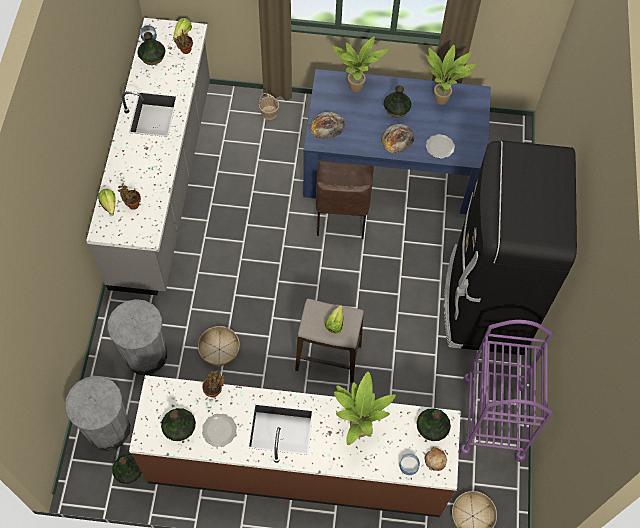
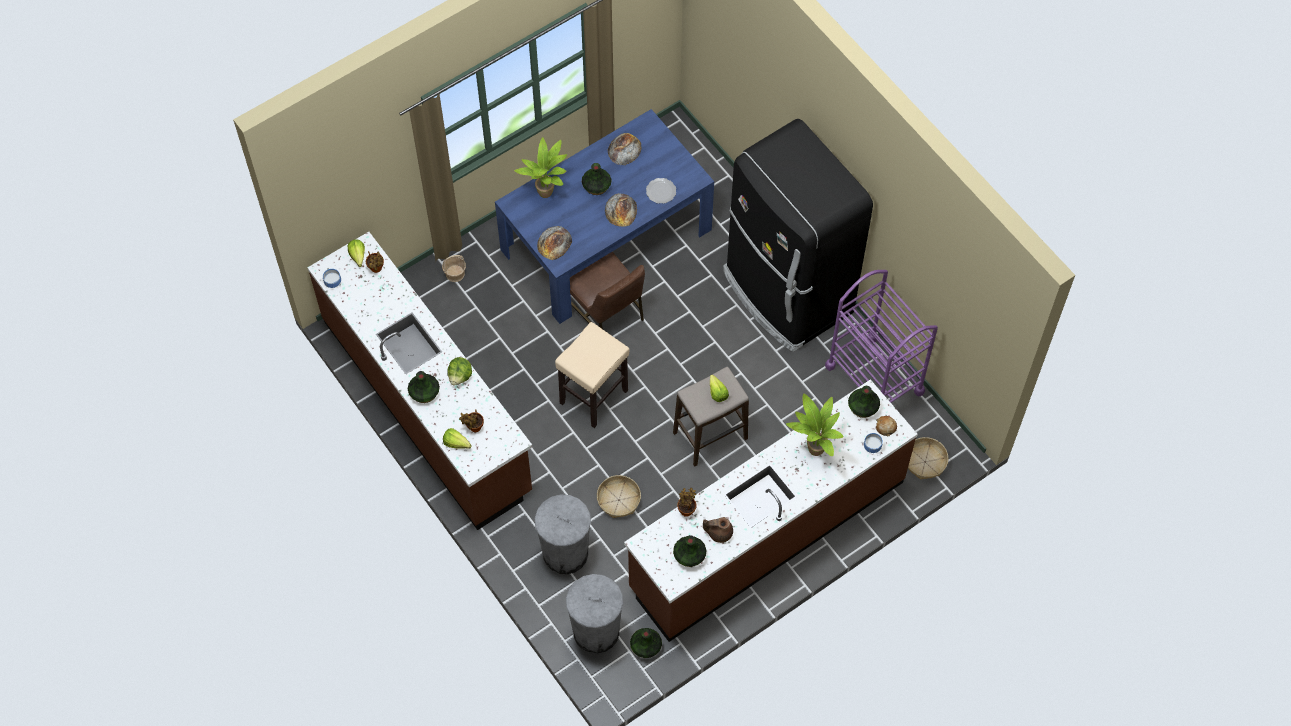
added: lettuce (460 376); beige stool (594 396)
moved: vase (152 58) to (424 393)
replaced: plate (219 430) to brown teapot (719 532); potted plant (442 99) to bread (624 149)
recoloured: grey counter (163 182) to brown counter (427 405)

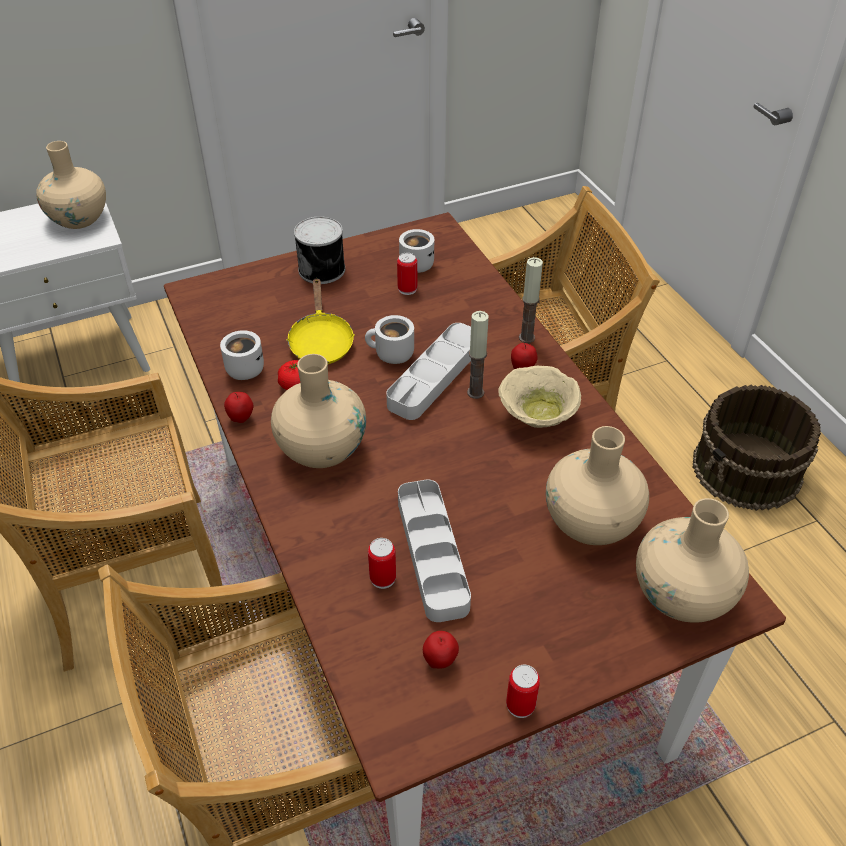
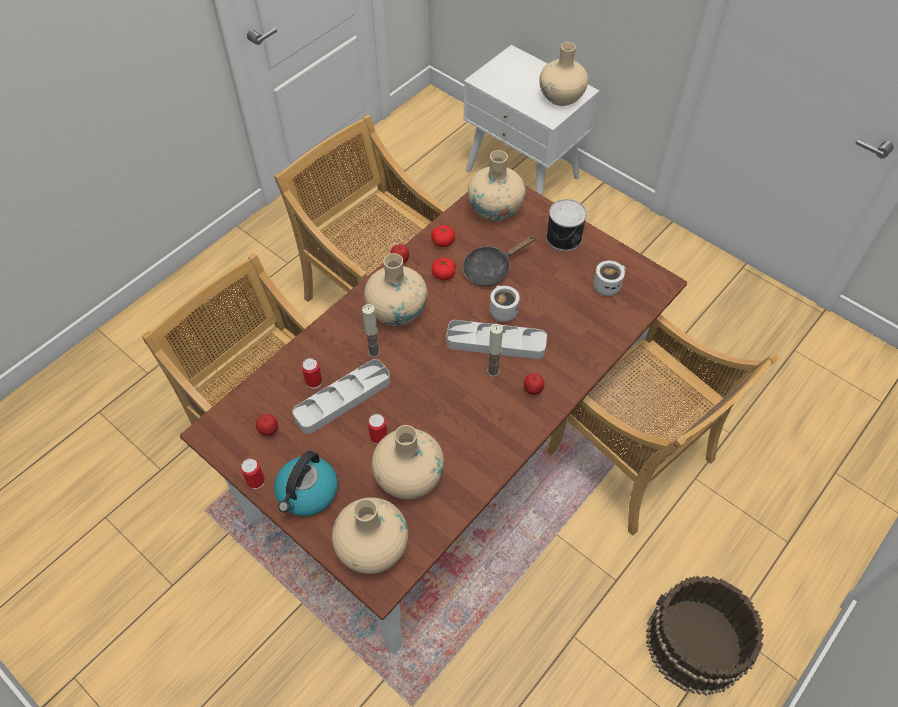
removed: beige bowl (536 415)
added: kettle (307 493); beige vase (495 209)
moved: can (407 289) to (378 437); candle (526 337) to (374 352)
replaced: white mug (242 368) to tomato (443 241)
recoloured: yellow frying pan (321 342) to black frying pan (490 269)

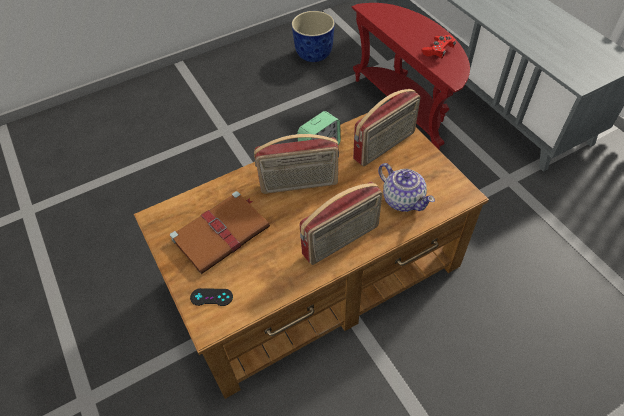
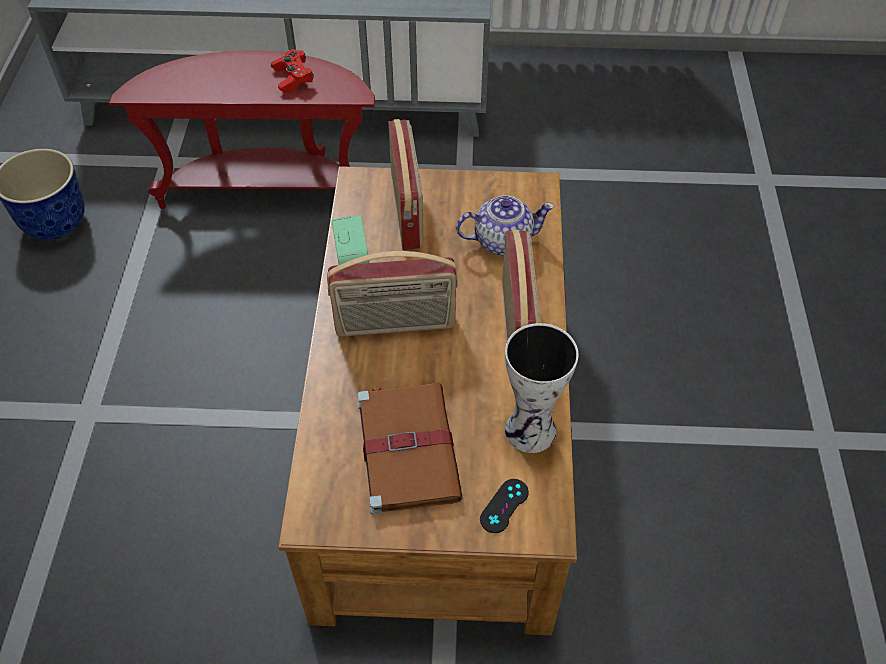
added: vase (533 431)
turned: radio (299 185) = (395 325) 60 degrees clockwise

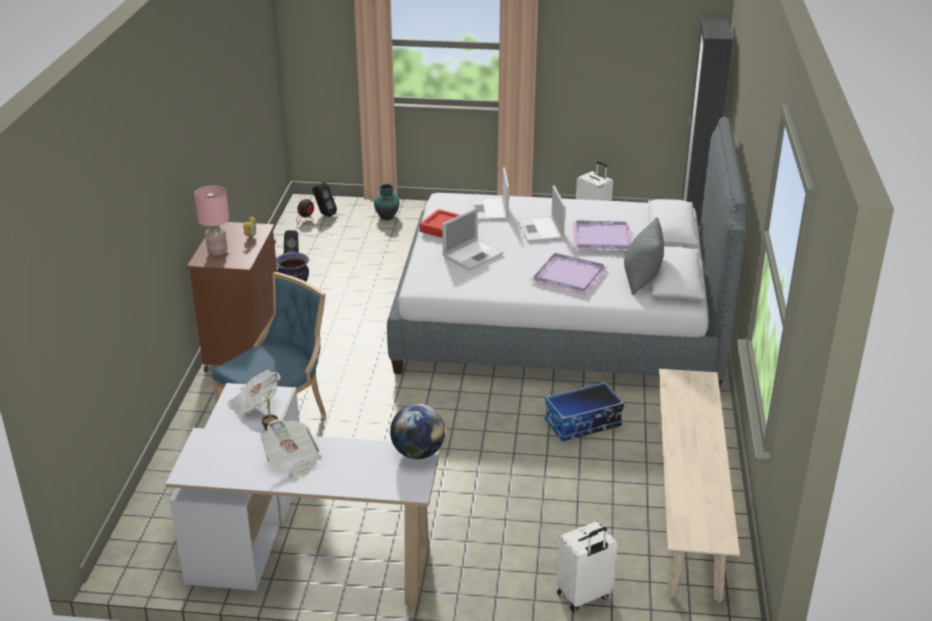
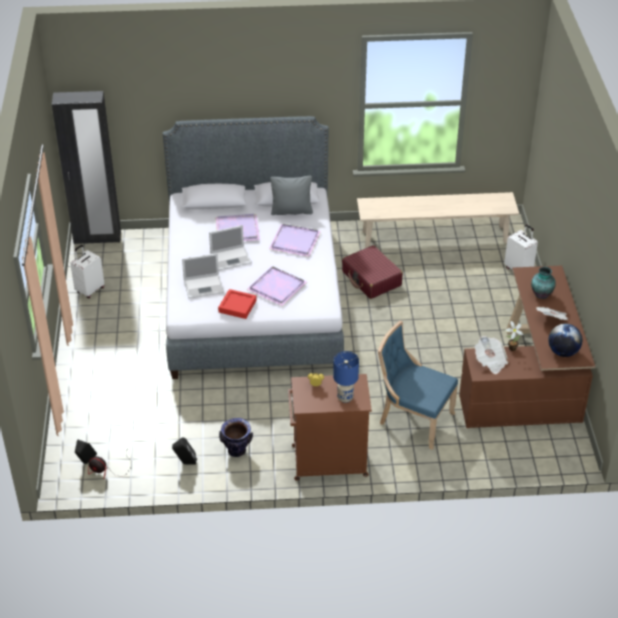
moved: vase (387 217) to (541 294); globe (418 453) to (563 352)
replaced: laptop (473 255) to purple tray (275 287); storage box (582 424) to red suitcase (371 279)
recoloured: white desk (297 545) to brown desk (528 383); pink table lamp (218 252) to blue table lamp (345 397)

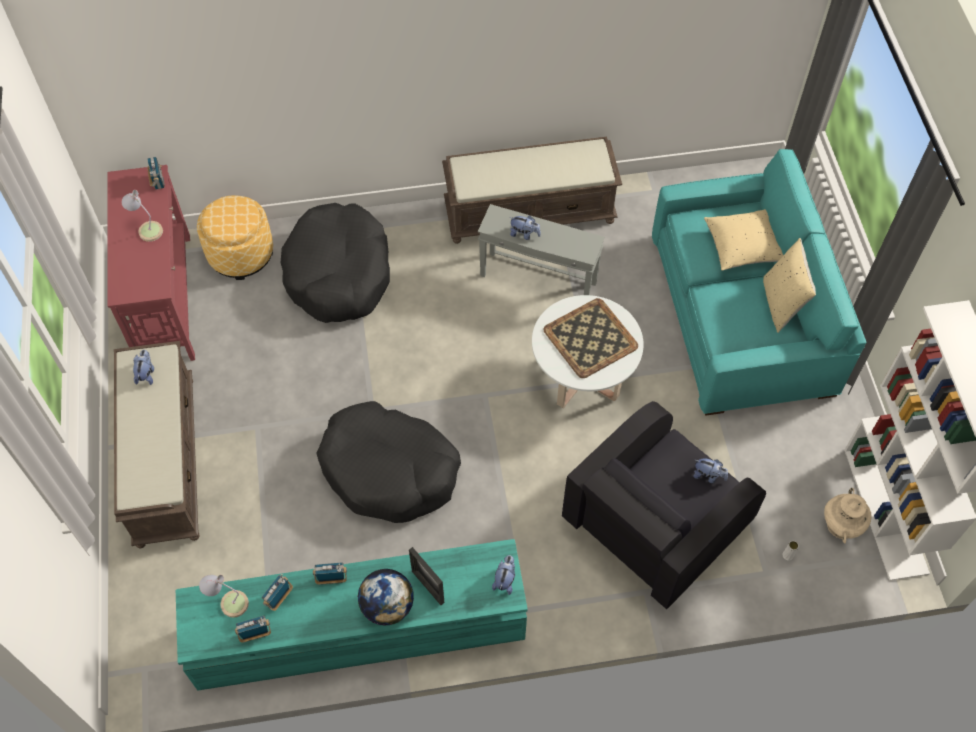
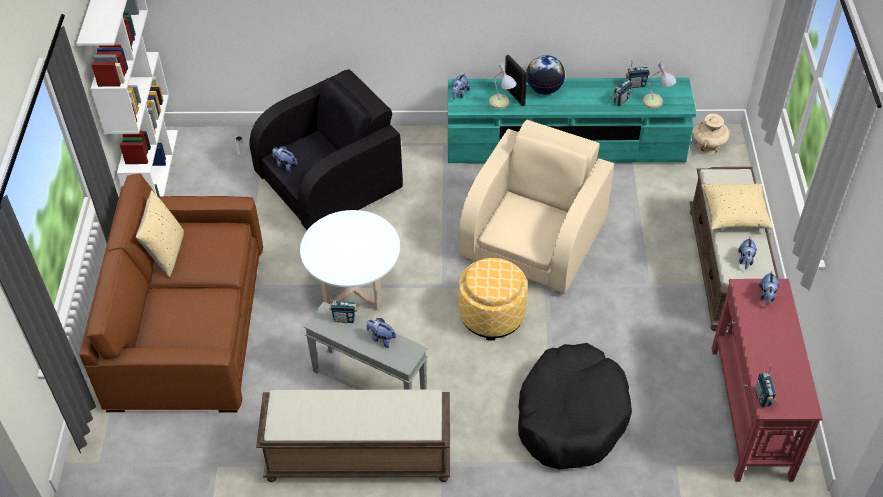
removed: tray (589 338)
added: plush toy (766 296)
moved: table lamp (146 229) to (502 104); ottoman (240 253) to (492 315); radio (332 579) to (344 319); beige pillow (742 247) to (734 215); beige vase (841 525) to (708 146)
replaced: black dog bed (389 470) to beige armchair (534 239)
recoloured: turquoise sofa (743 314) to brown sofa (186 324)

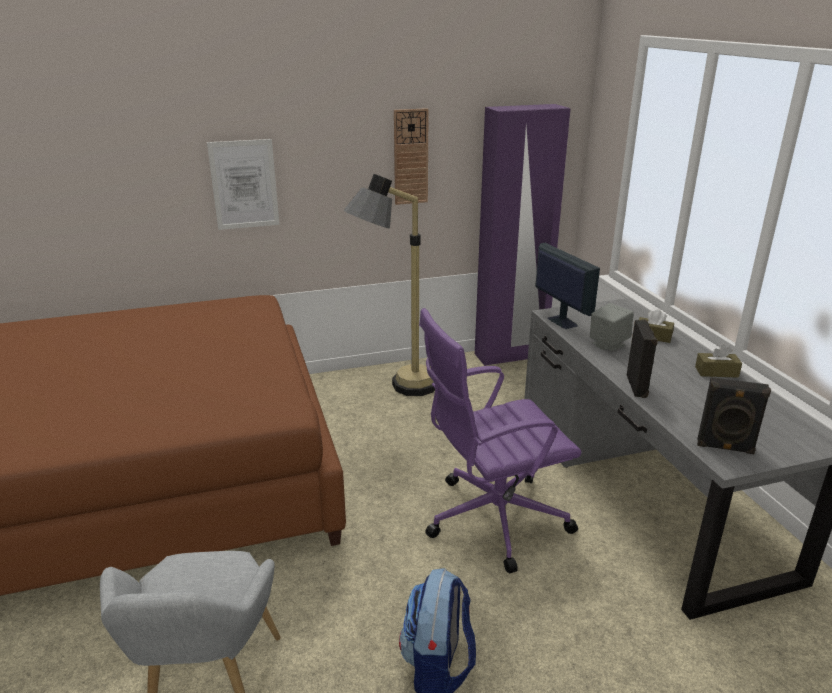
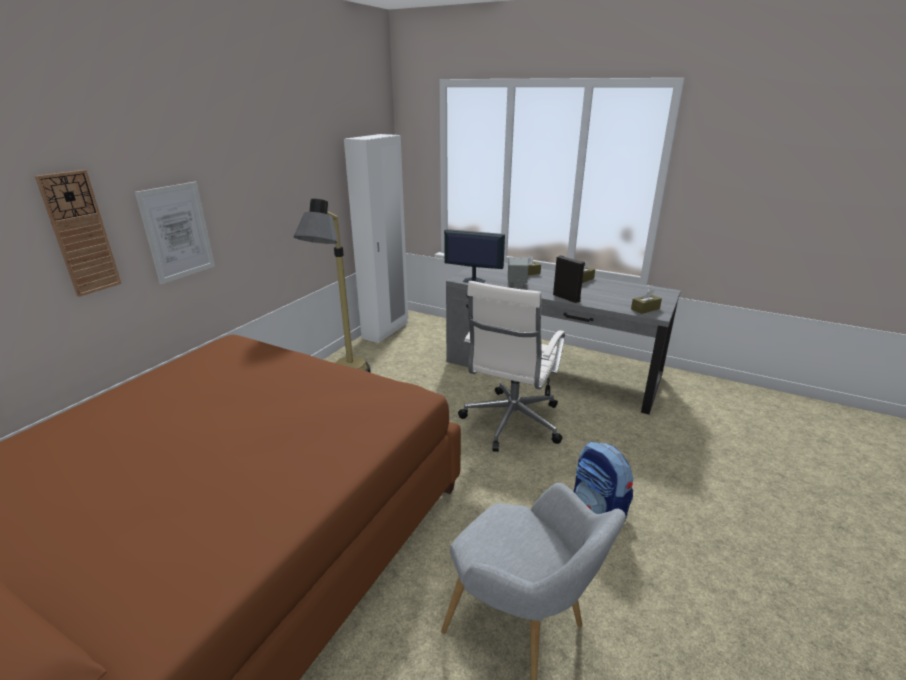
moved: wall clock (410 157) to (80 234)
replaced: black speaker (725 447) to brown tissue box (645 309)
recoloured: purple office chair (492 519) to white office chair (511 423); purple wardrobe (510 355) to white wardrobe (386 331)

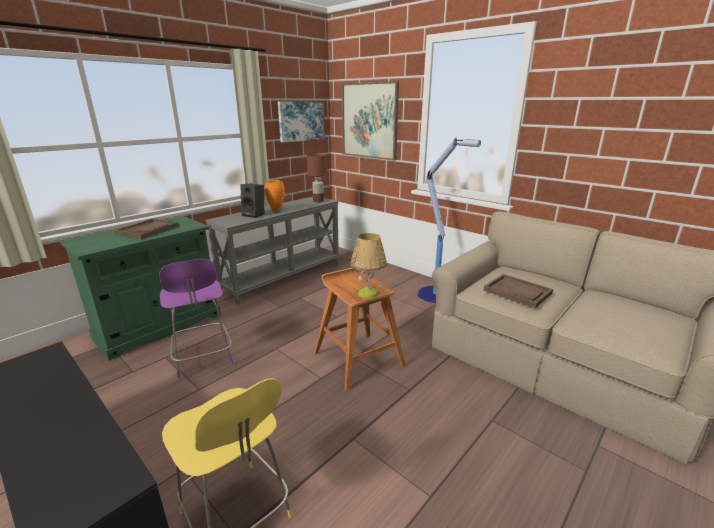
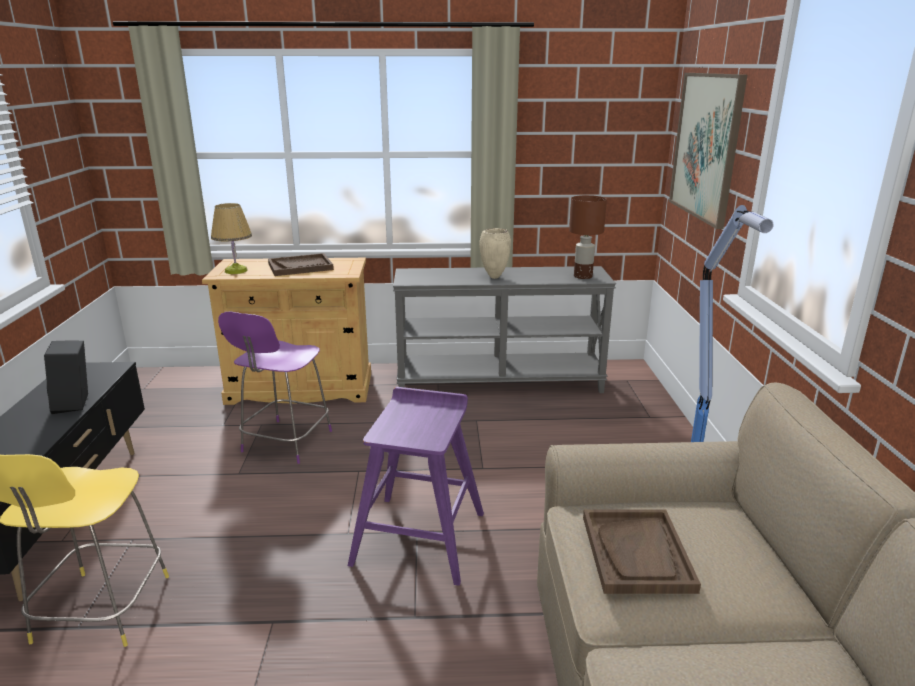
removed: picture (301 121)
moved: black speaker (255 215) to (75 404); table lamp (368 293) to (236 271)
recoloured: green cabinet (159 326) to beige cabinet (300 388); orange vase (276 211) to beige vase (493 277); brown stool (358 359) to purple stool (420 537)

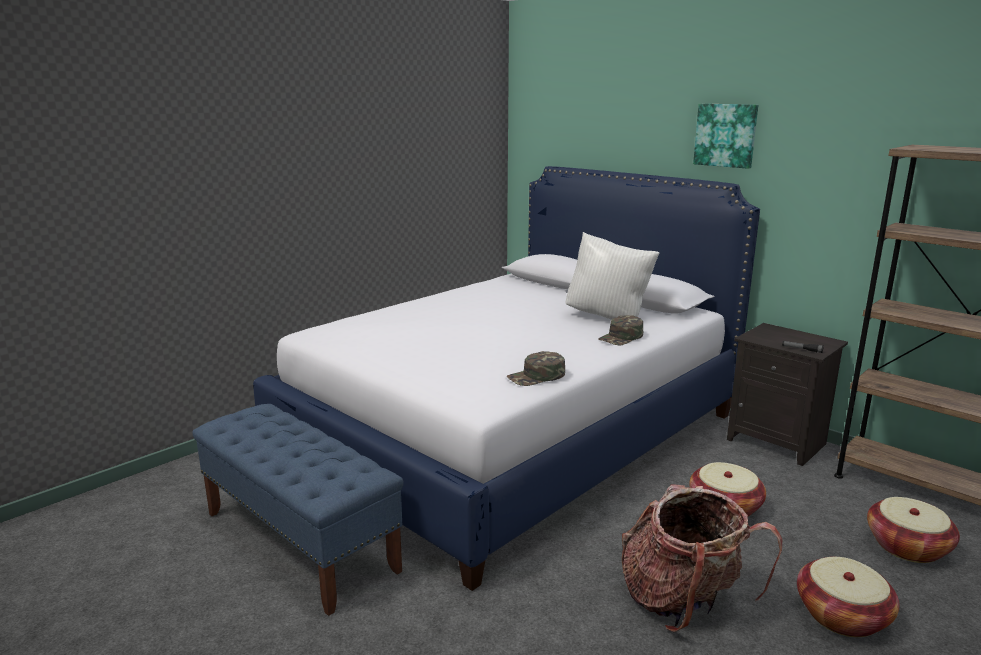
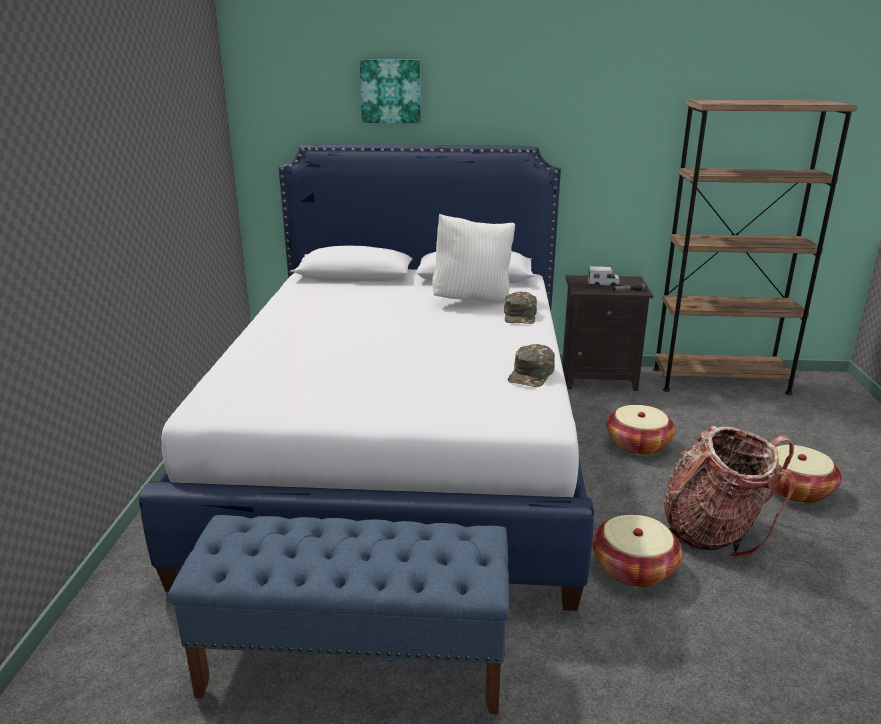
added: toy truck (603 284)
moved: picture (726 135) to (391 91); basket (907 547) to (634 568)

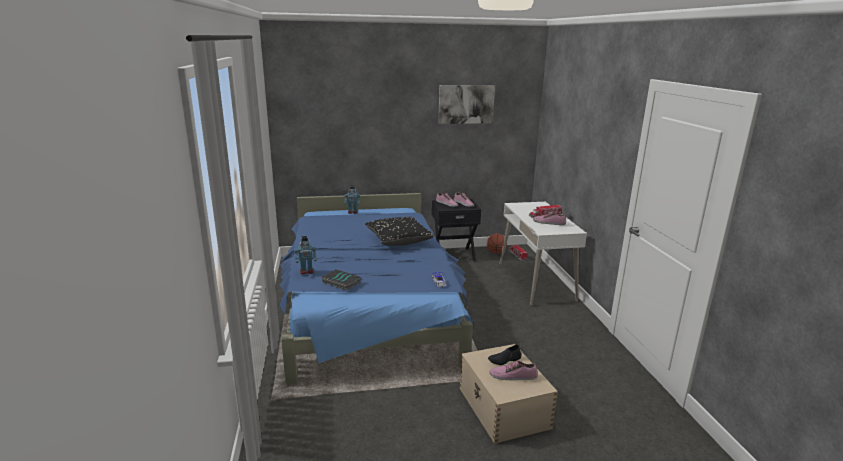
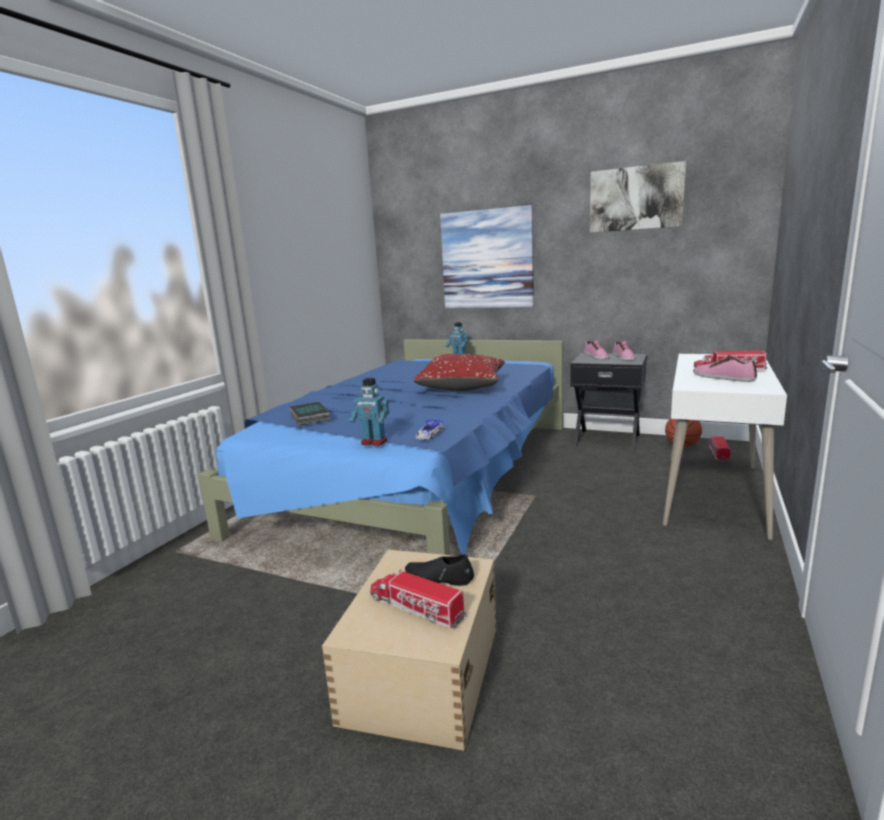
added: picture (487 259)
moved: toy robot (306 271) to (373 442)
replaced: shoe (513 376) to toy truck (416 608)
recoloured: black pillow (398 240) to red pillow (462 387)

